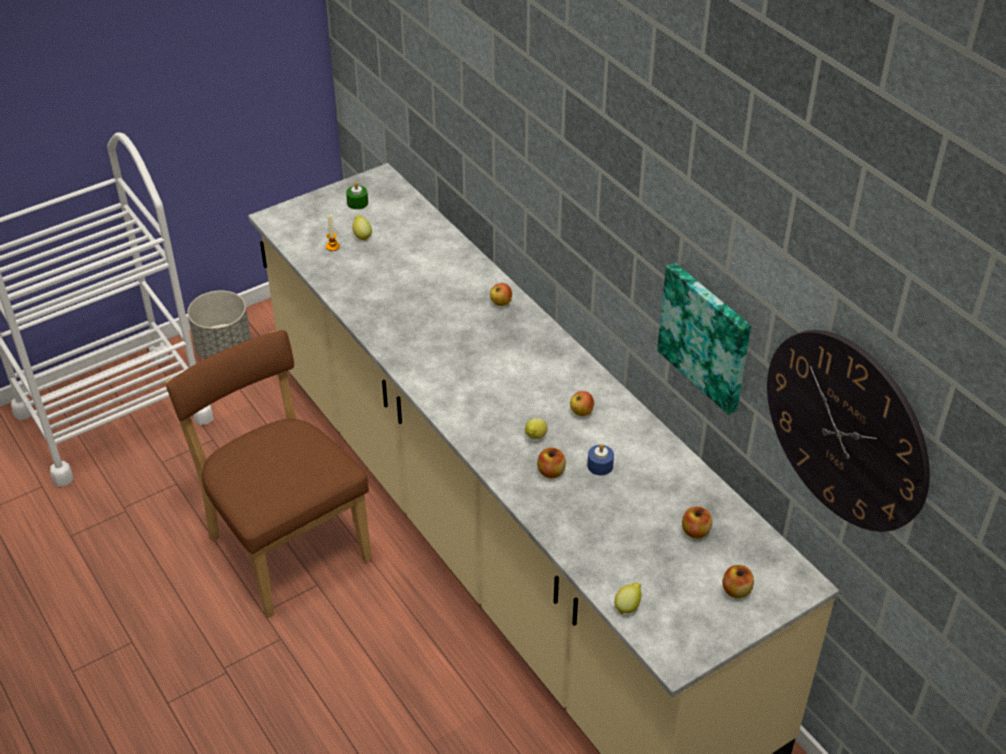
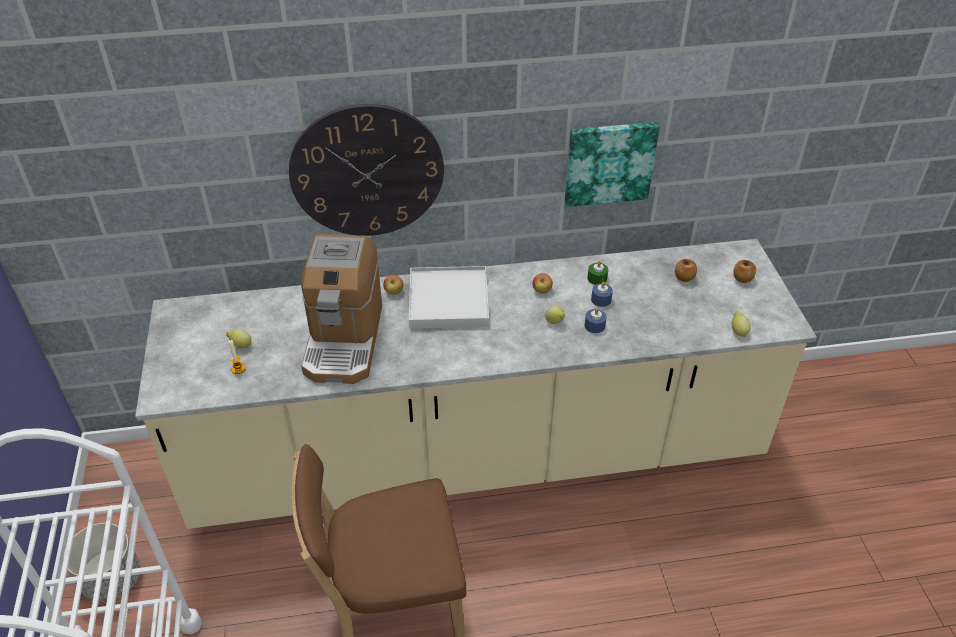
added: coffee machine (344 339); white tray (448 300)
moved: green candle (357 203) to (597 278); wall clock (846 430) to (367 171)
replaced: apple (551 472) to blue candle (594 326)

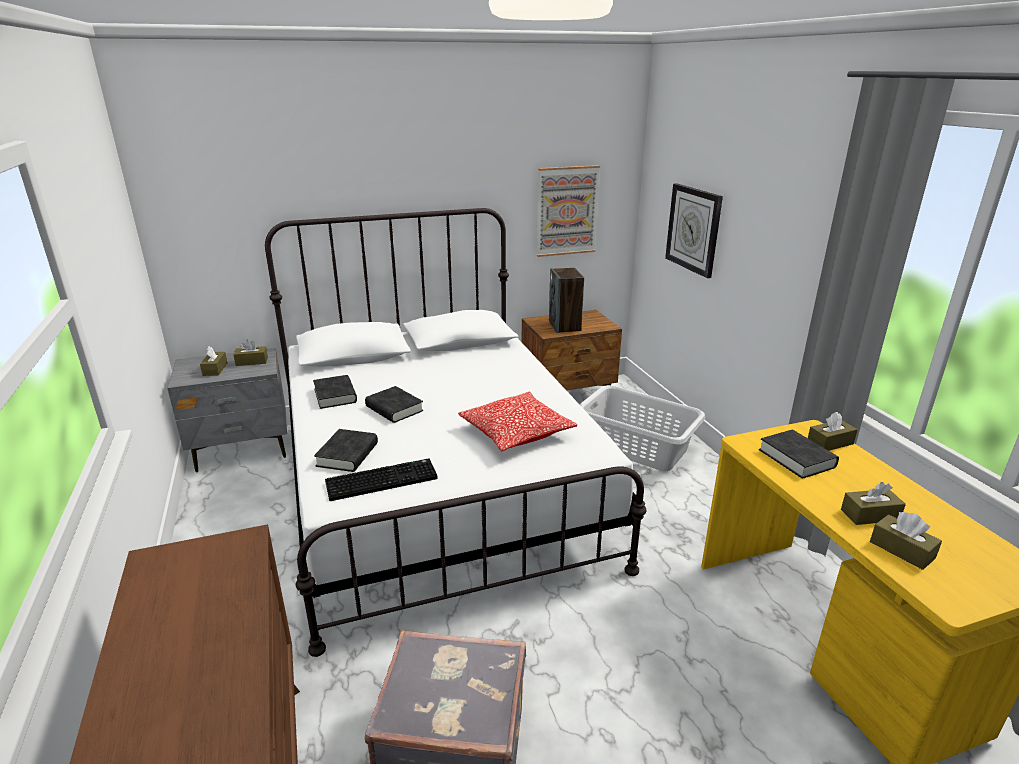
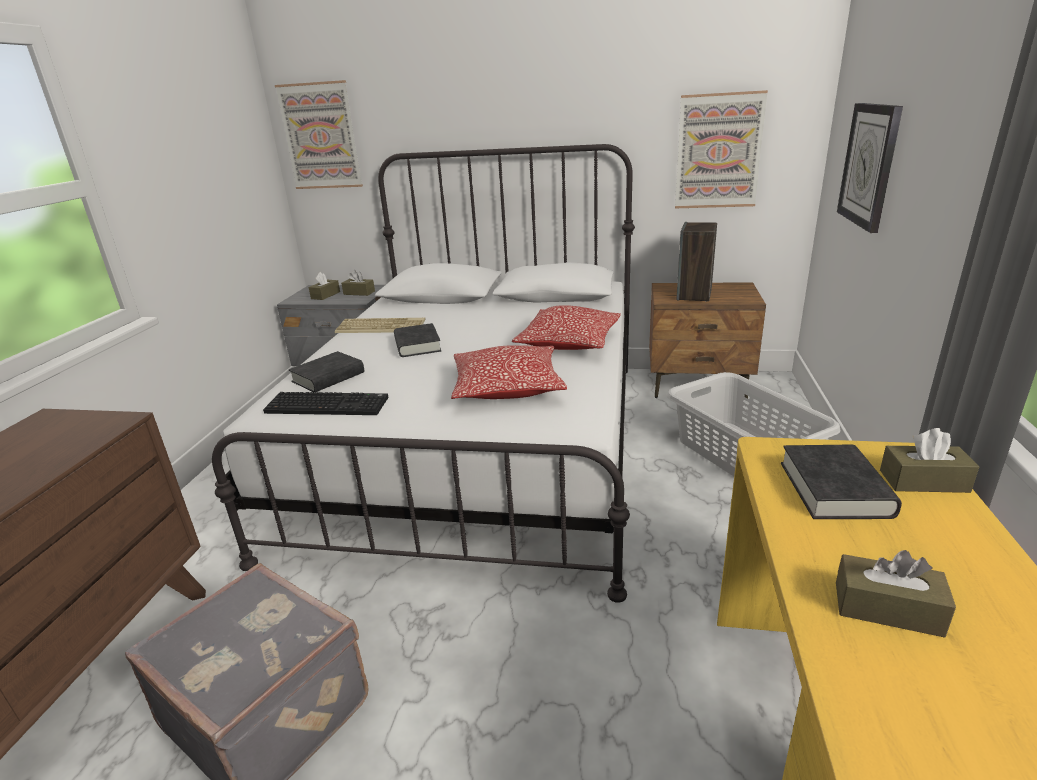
removed: brown tissue box (902 550)
added: picture (320 136); pillow (569 343)
replaced: black book (335 396) to keyboard (382 326)

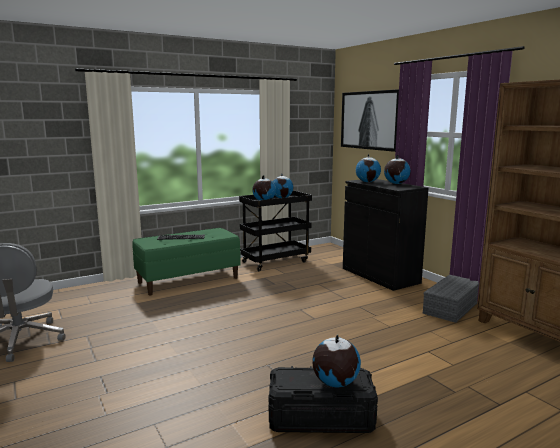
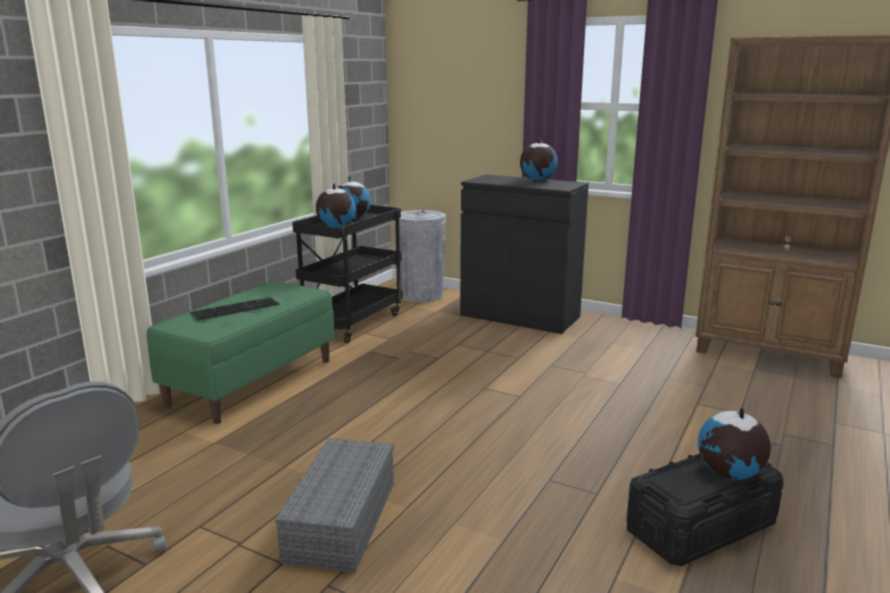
removed: picture (369 120); globe (367 182)
added: grey trash can (421 295)
moved: grey storage box (451 306) to (340 518)

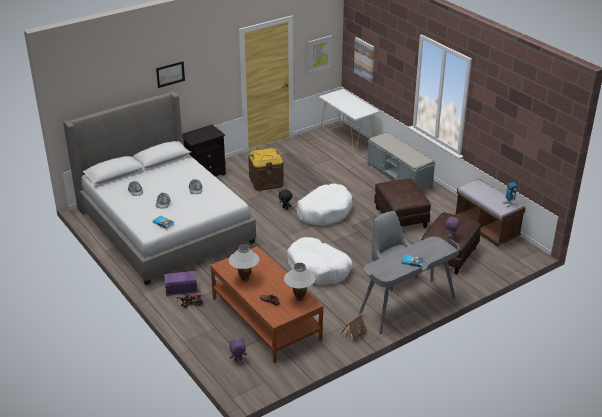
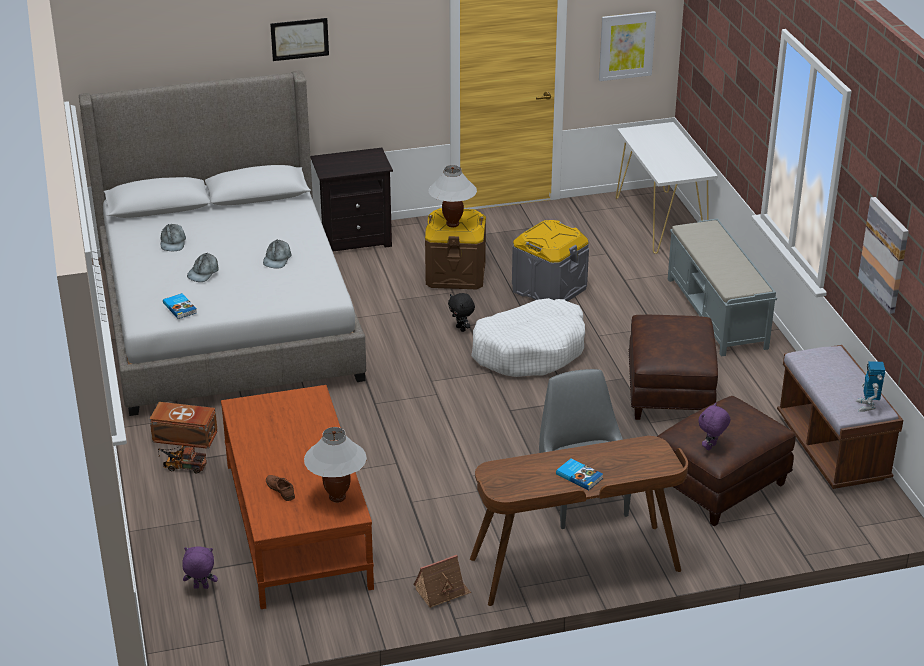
removed: white dog bed (318 268)
added: grey storage box (549 289)
moved: white table lamp (245 279) to (453 224); picture (364 59) to (885 254)
recoloured: purple storage box (182 289) to brown storage box (185 437); grey desk (407 306) to brown desk (575 565)

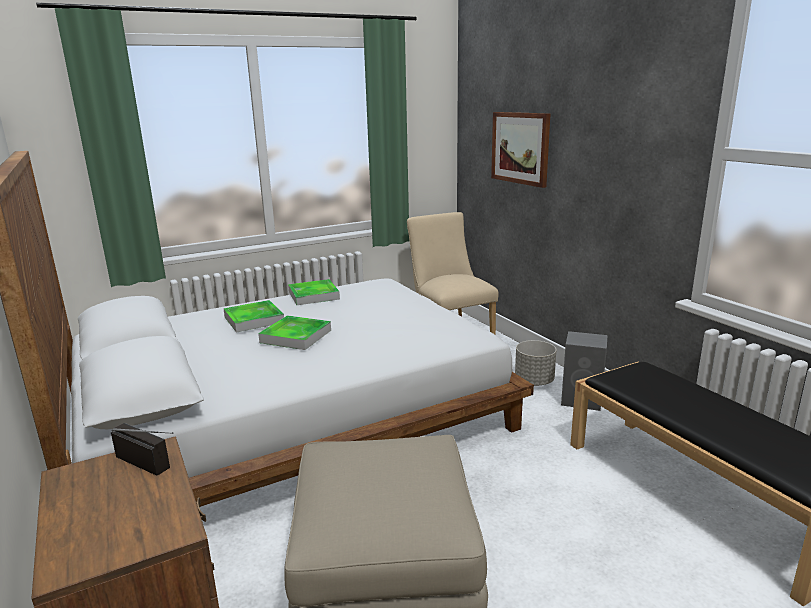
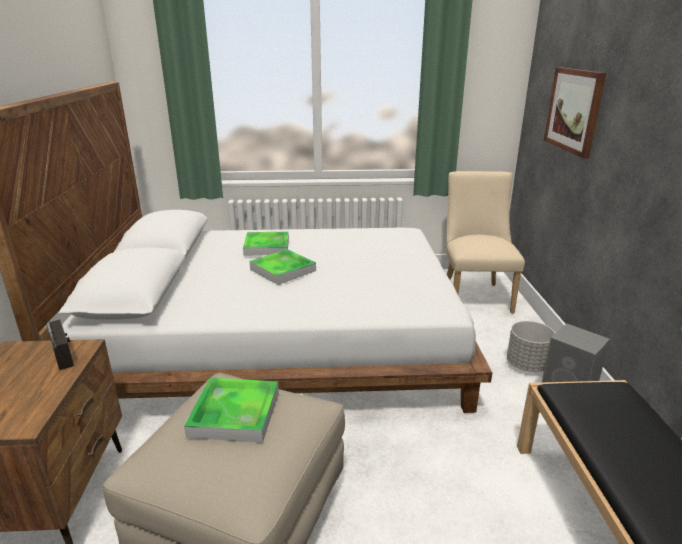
moved: tray (313 295) to (235 413)

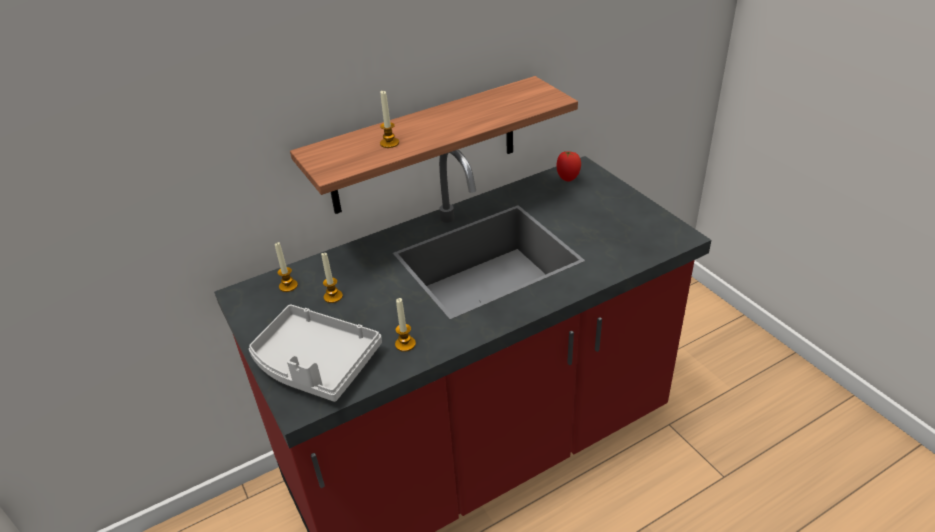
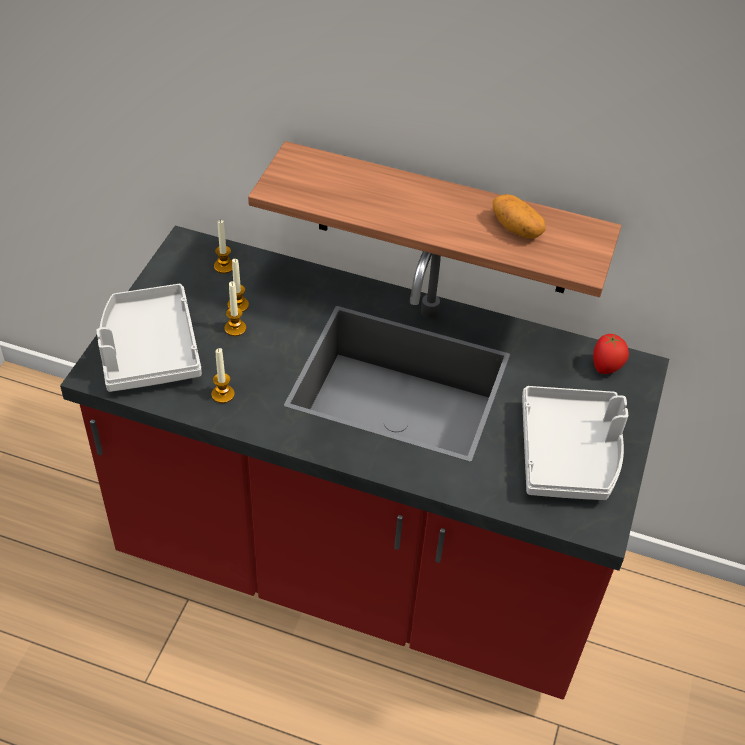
added: potato (516 228); grey tray (570 453)
moved: candle (389 143) to (235 328)

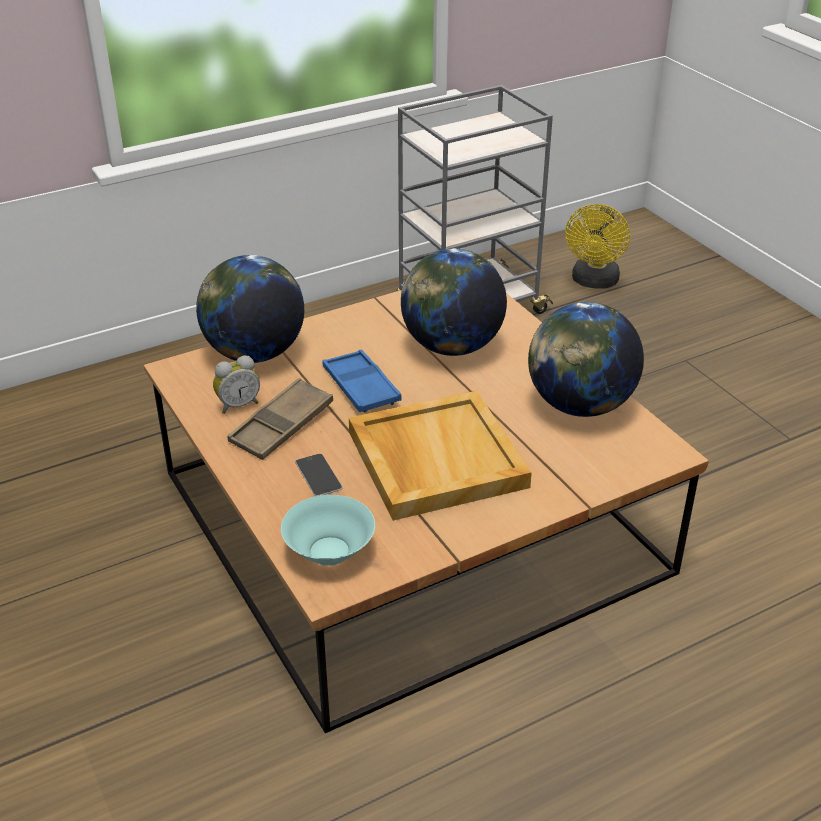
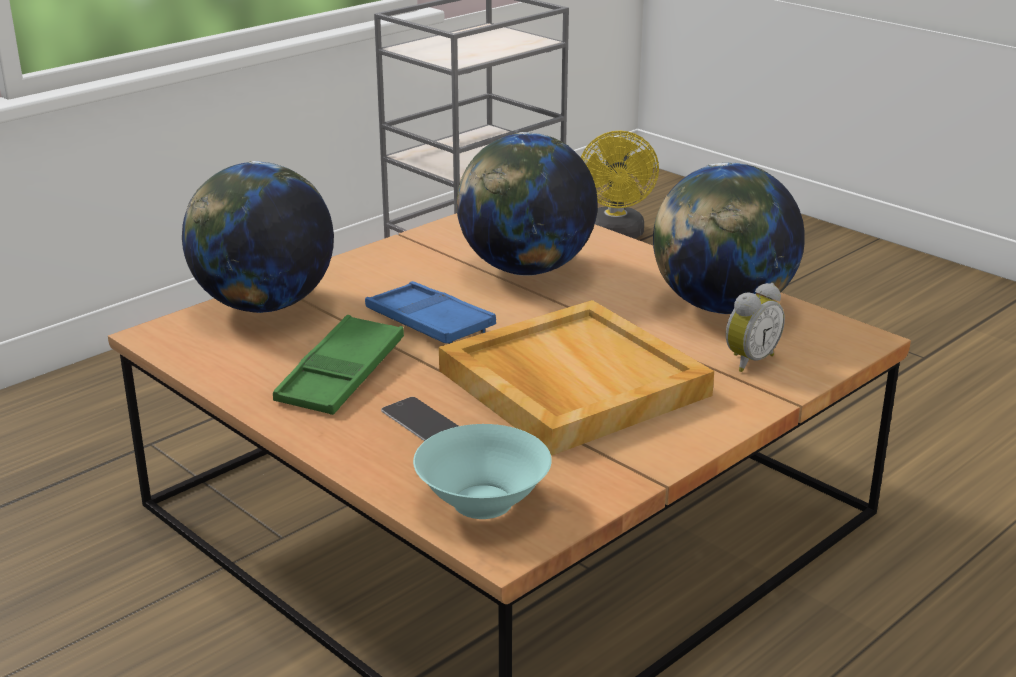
moved: alarm clock (238 405) to (748 360)
recoloured: brown tray (282 425) to green tray (341 375)

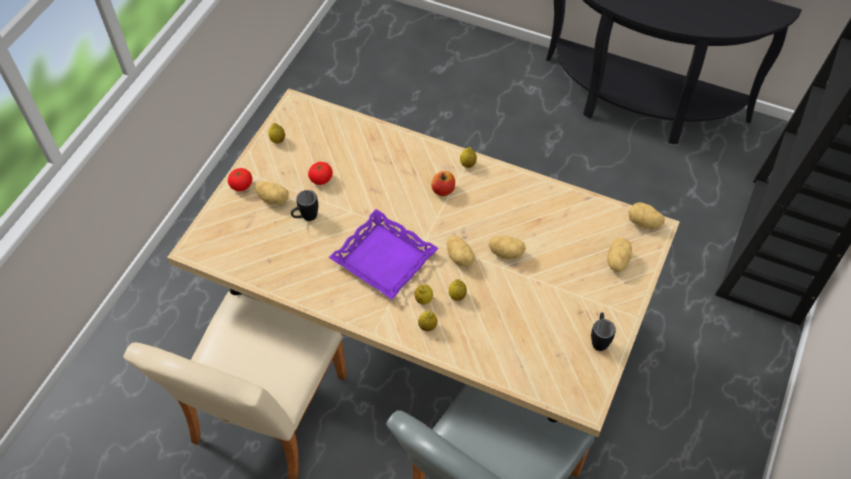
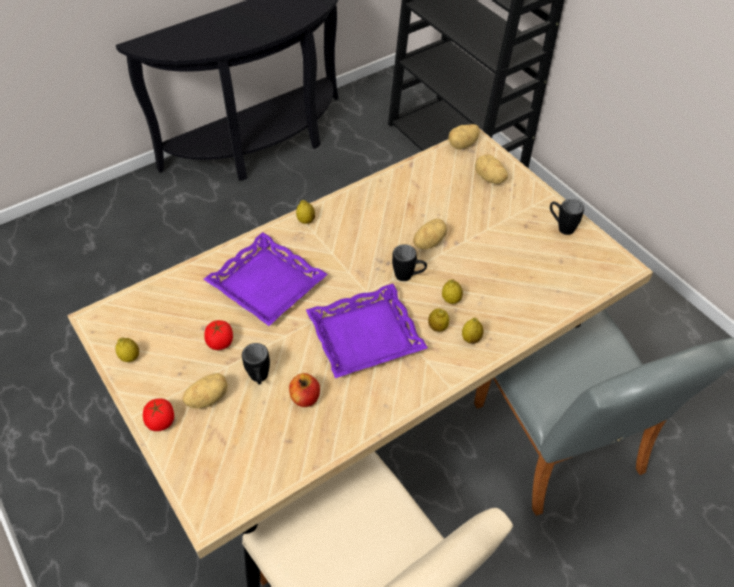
added: purple tray (266 285)
moved: apple (443 190) to (305 397)
replaced: potato (460 257) to black mug (408 277)

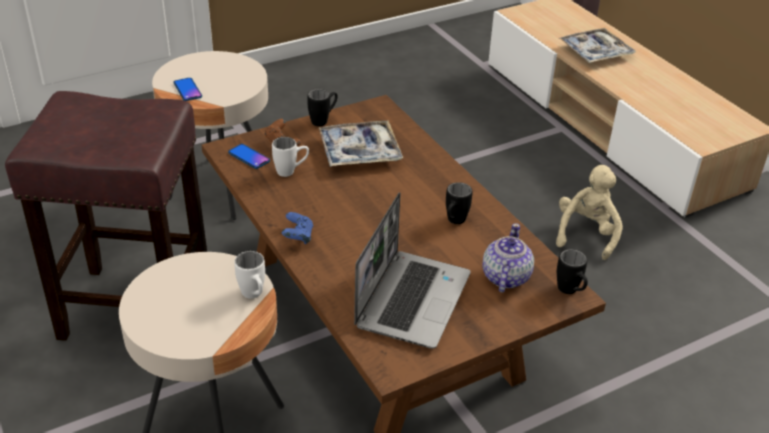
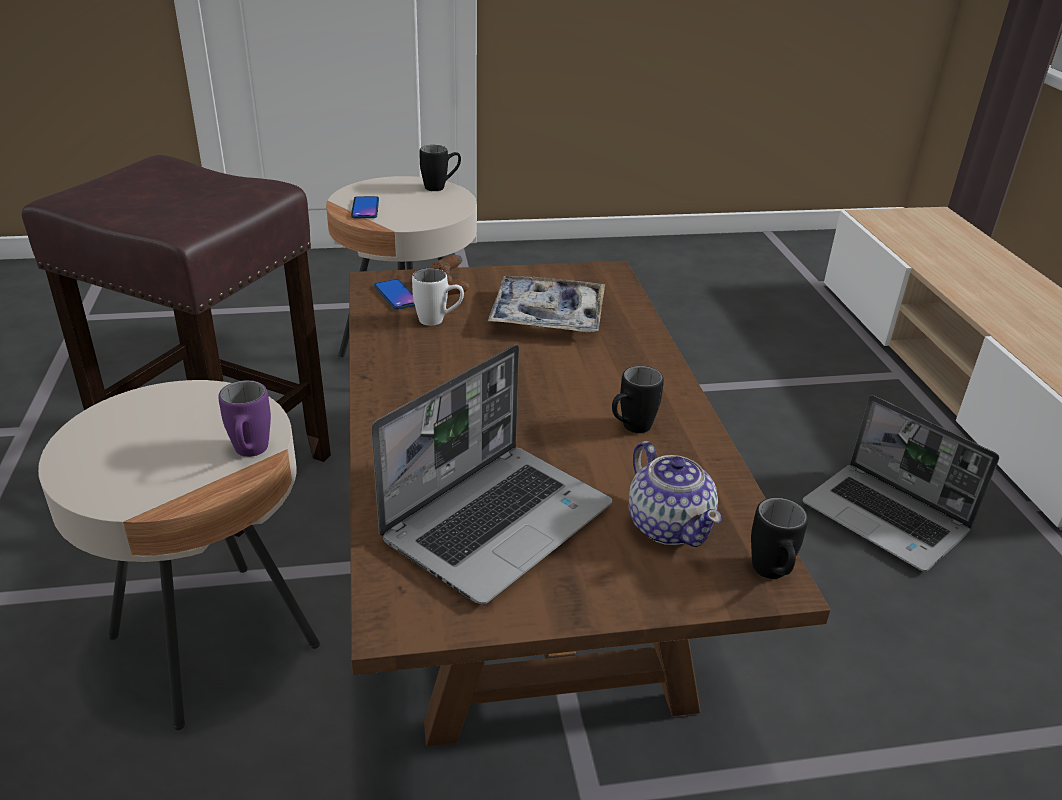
removed: blue game controller (298 237); tray (595 52)
moved: black mug (323 120) to (441 187)
replaced: beige plush toy (586 234) to laptop (887 518)
recoloured: white mug (254 296) to purple mug (250 454)
turned: teapot (505 277) = (669 525) 120 degrees clockwise

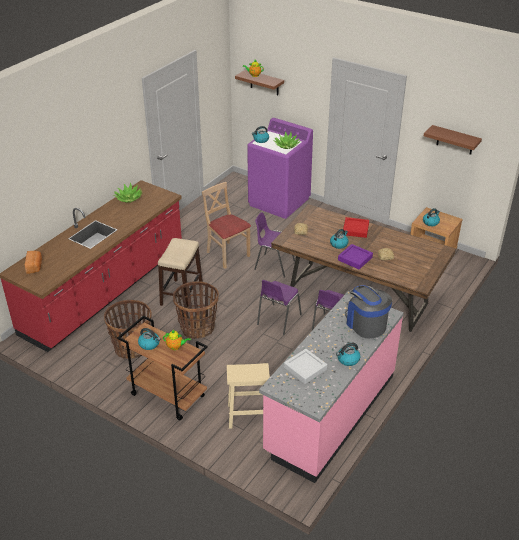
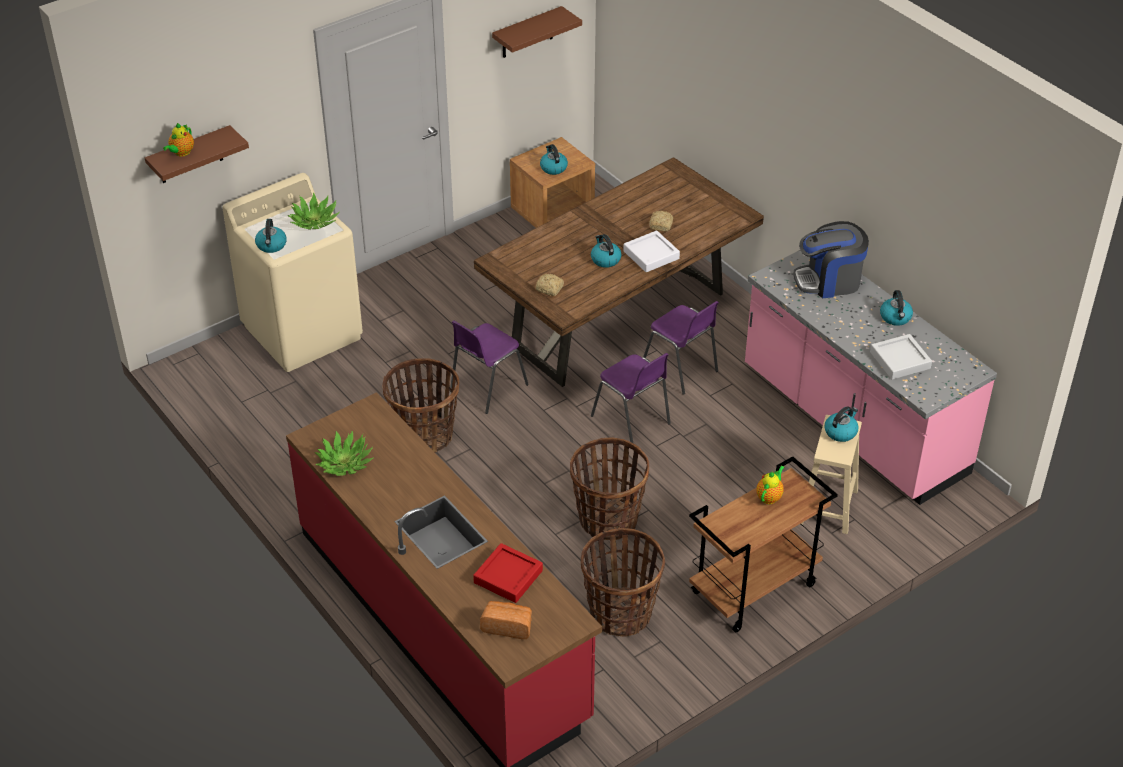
removed: stool (181 295)
moved: kettle (149 344) to (840 432); red tray (355 229) to (508 576)
replaced: beige chair (227 254) to basket (424 436)
recoloured: purple washing machine (279 202) to beige washing machine (303 331); purple tray (355 259) to white tray (651 255)

